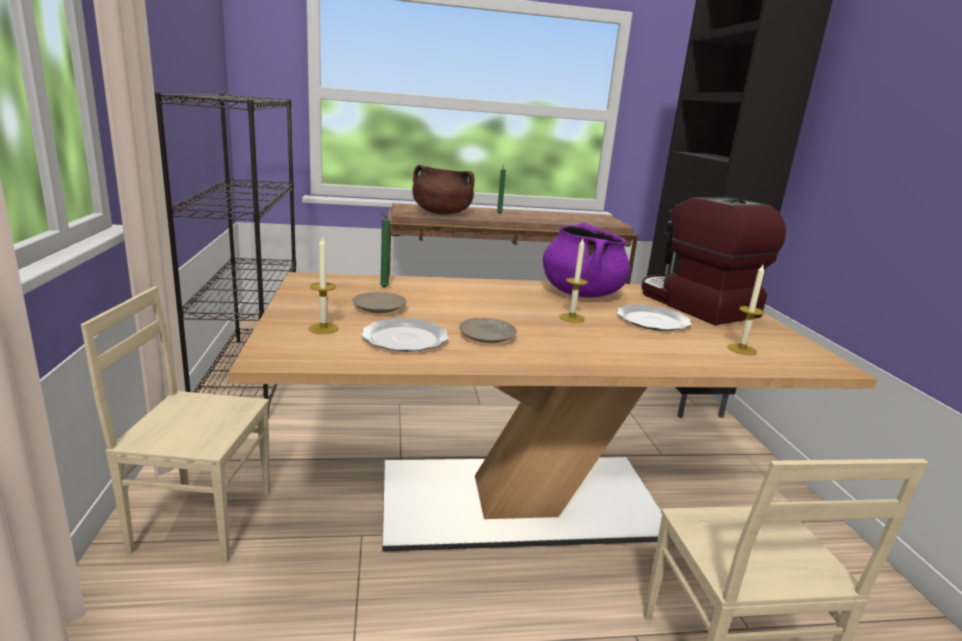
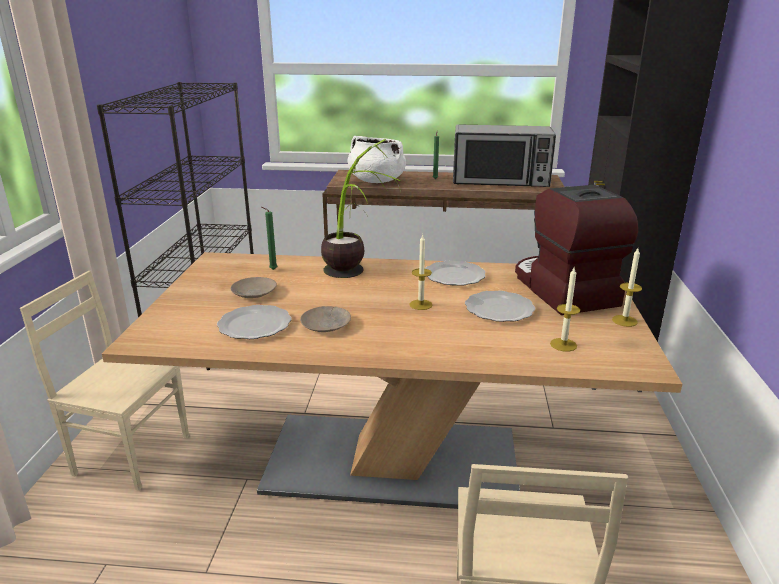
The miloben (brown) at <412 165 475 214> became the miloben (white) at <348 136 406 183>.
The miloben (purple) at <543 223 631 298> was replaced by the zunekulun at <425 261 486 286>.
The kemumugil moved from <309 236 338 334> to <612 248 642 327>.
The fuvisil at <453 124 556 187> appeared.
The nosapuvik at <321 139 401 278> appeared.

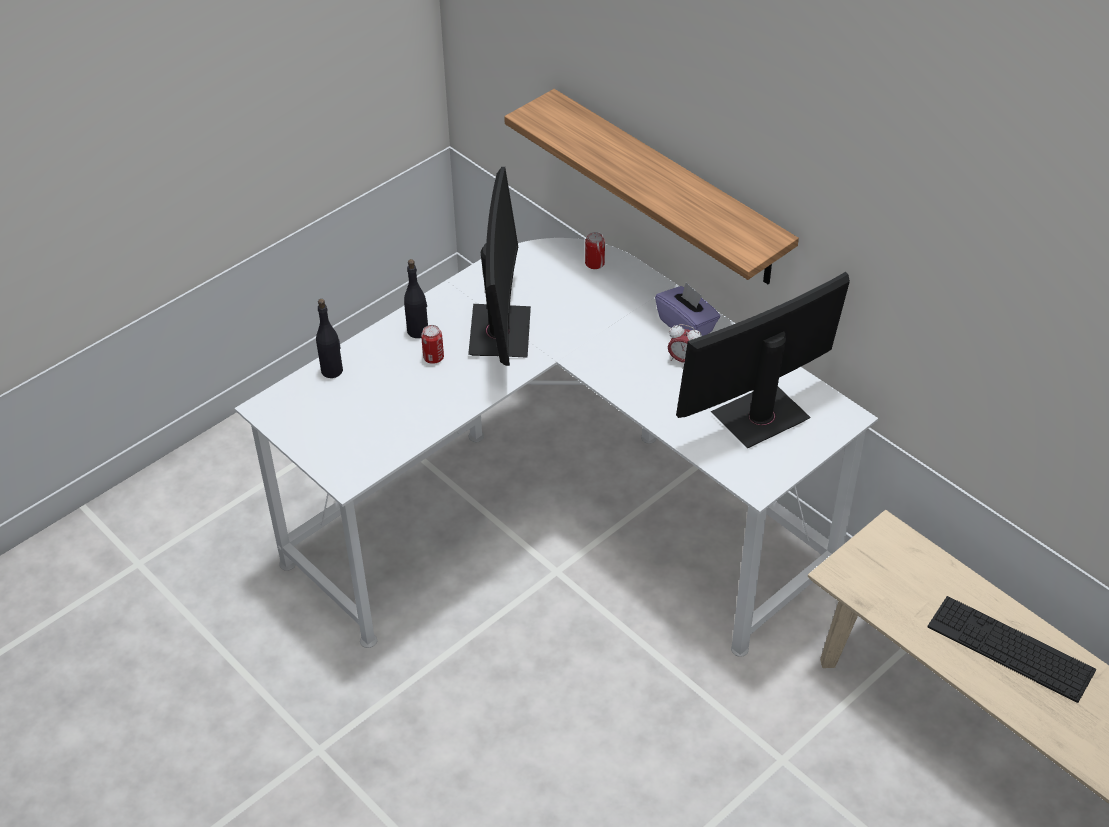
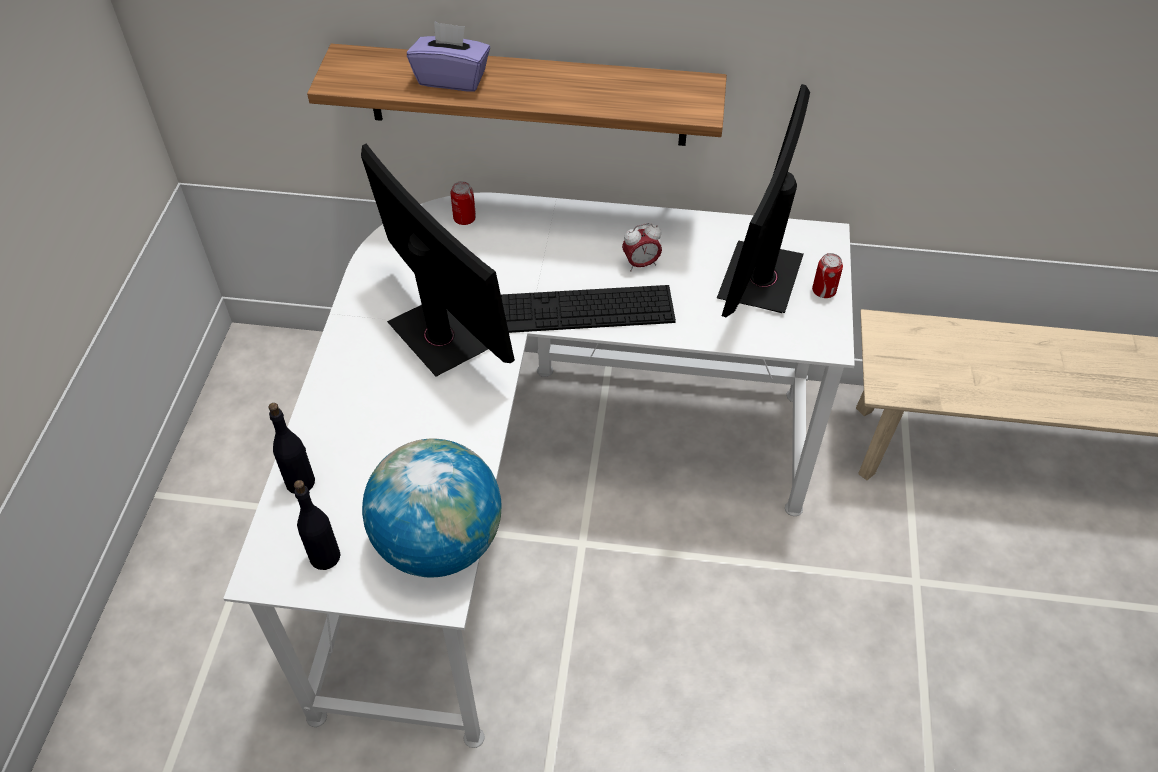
The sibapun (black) moved from <404 259 428 338> to <294 480 341 570>.
The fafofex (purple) moved from <655 282 720 336> to <407 21 490 92>.
The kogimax moved from <421 325 444 364> to <812 253 843 298>.
The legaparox moved from <928 596 1096 703> to <501 285 676 333>.
The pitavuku at <362 439 501 577> appeared.

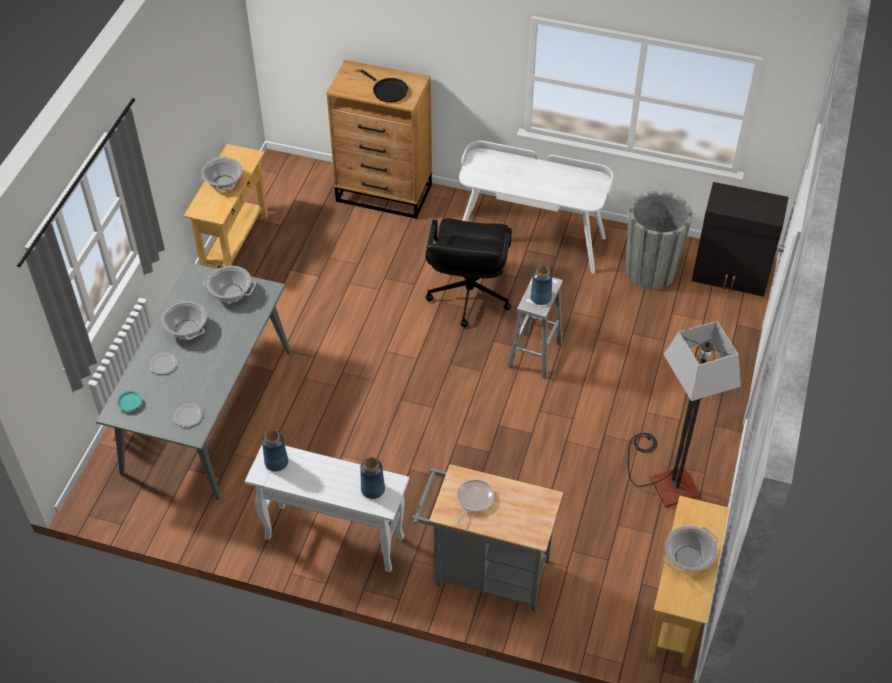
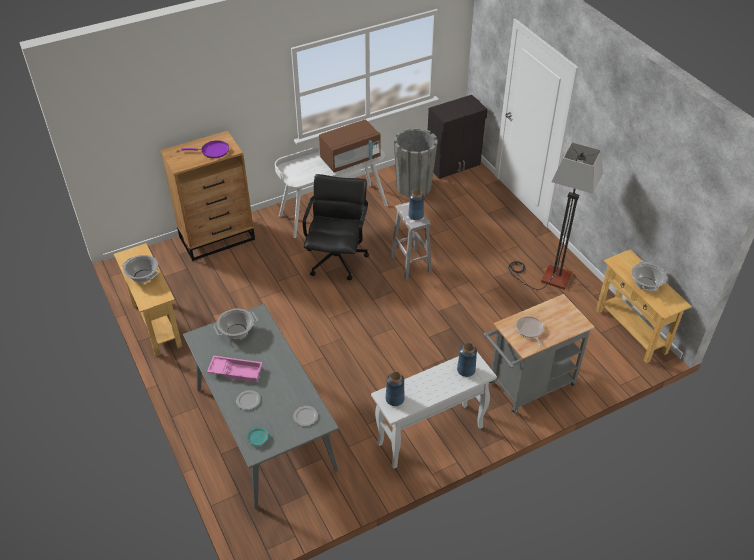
The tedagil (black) at <360 70 408 102> became the tedagil (purple) at <181 140 229 158>.
The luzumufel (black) at <426 218 512 327> turned 135 degrees counterclockwise.
The miloben at <161 300 207 340> was replaced by the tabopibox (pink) at <207 356 262 382>.
The fuvisil (brown) at <319 119 381 172> appeared.

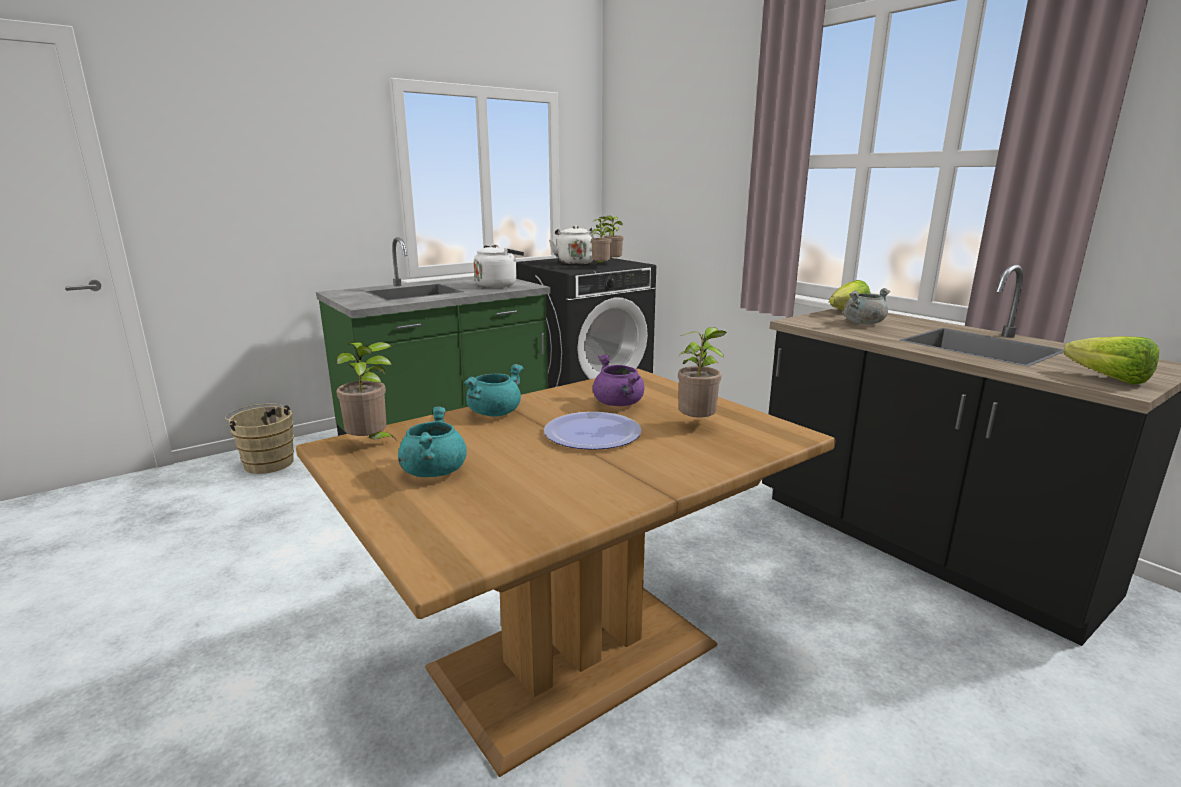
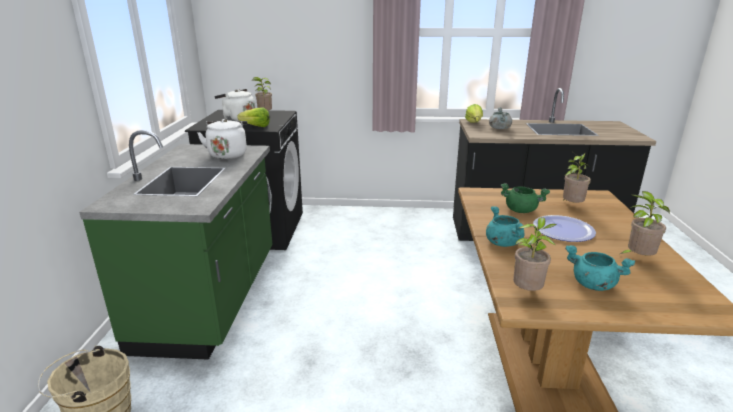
The nosapuvik moved from <591 217 612 264> to <620 191 670 256>.
The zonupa moved from <1064 336 1159 385> to <237 107 270 127>.
The miloben (purple) at <593 354 644 406> became the miloben (green) at <501 183 550 213>.

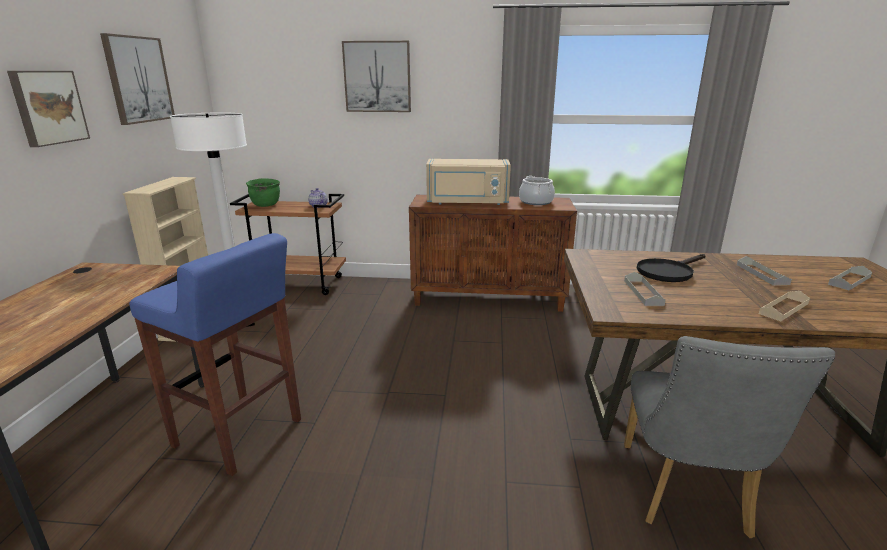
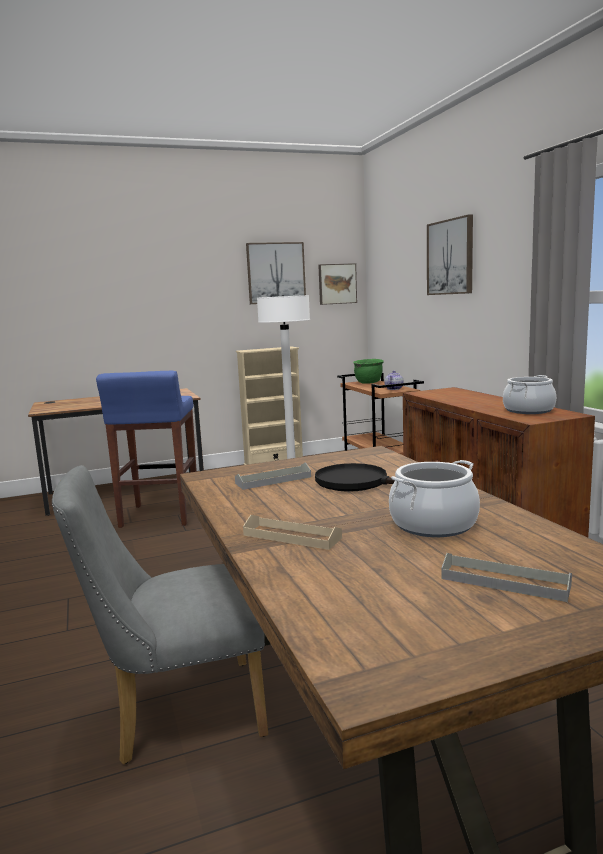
The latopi moved from <7 71 90 147> to <318 263 357 305>.
The fuvisil (beige) at <426 159 511 205> disappeared.
The tabopibox (grey) at <737 256 792 286> was replaced by the miloben at <389 460 480 537>.

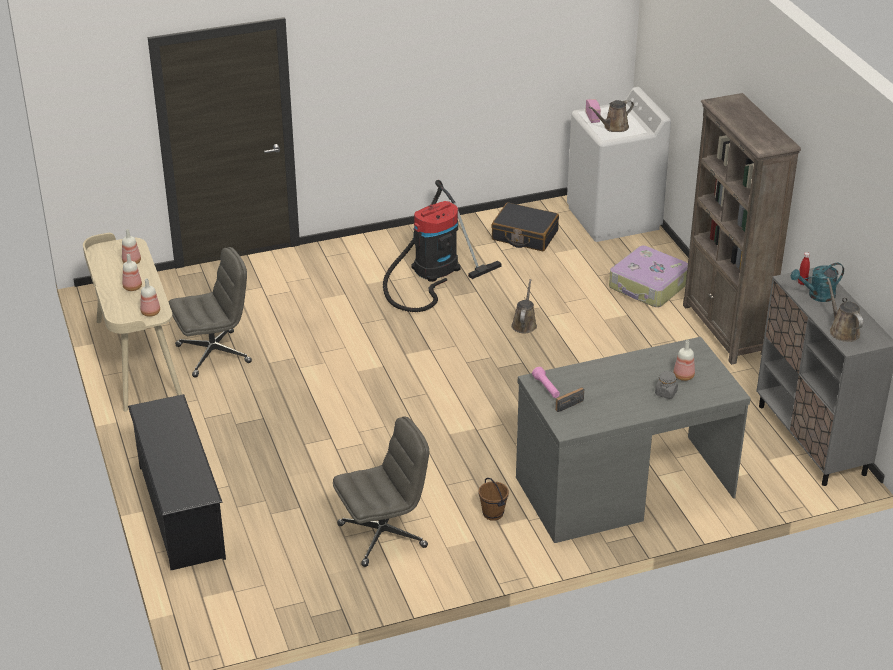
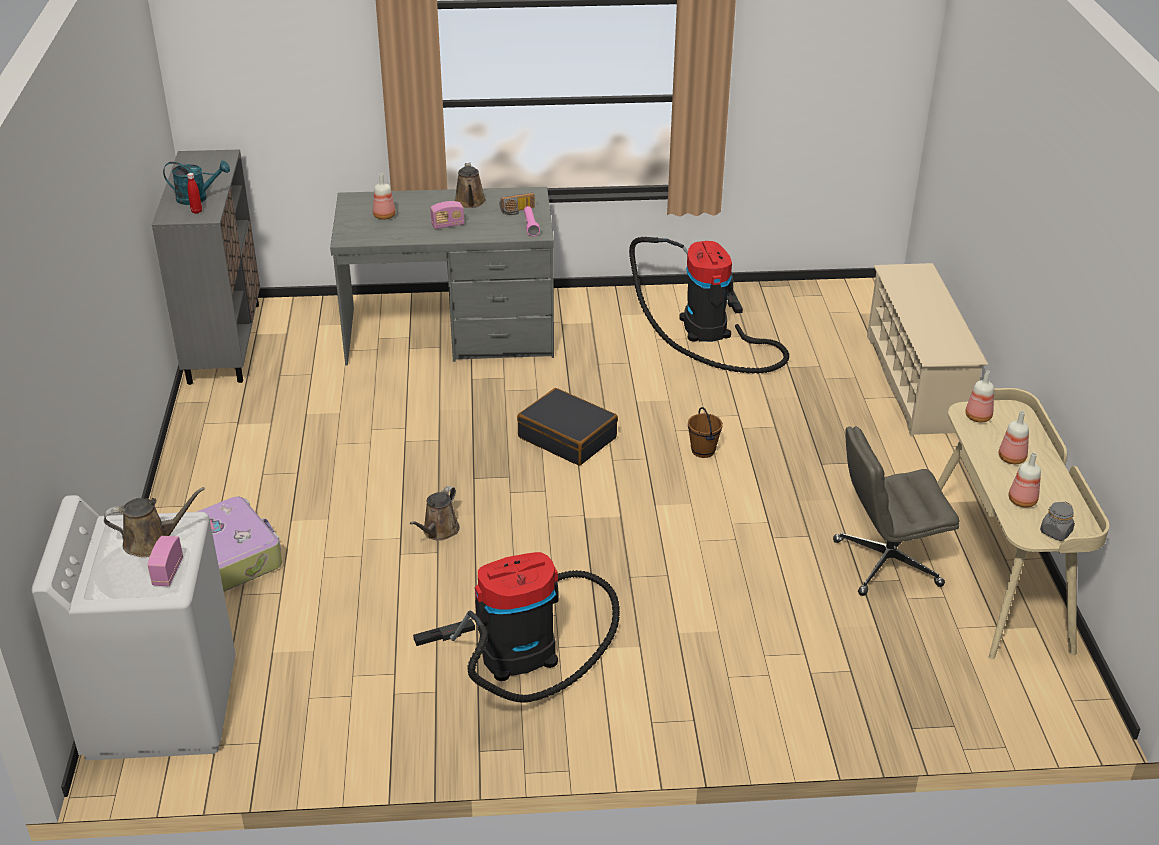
The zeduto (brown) at <683 93 801 365> disappeared.
The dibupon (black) moved from <491 202 559 251> to <517 388 618 466>.
The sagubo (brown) moved from <827 278 863 342> to <454 163 486 208>.
The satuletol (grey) moved from <655 371 678 399> to <1040 501 1075 541>.
The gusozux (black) at <128 394 226 570> became the gusozux (beige) at <867 263 988 437>.
The luzumufel (grey) at <333 416 429 567> was replaced by the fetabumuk at <629 237 789 374>.
The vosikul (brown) moved from <478 478 509 521> to <688 407 723 458>.
The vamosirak at <430 201 464 229> appeared.

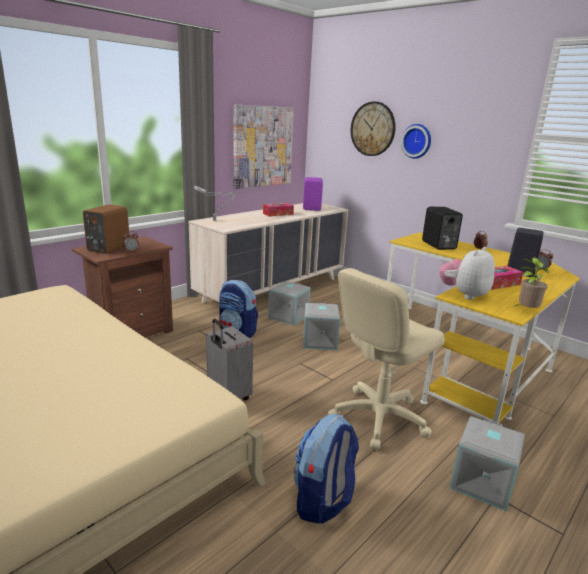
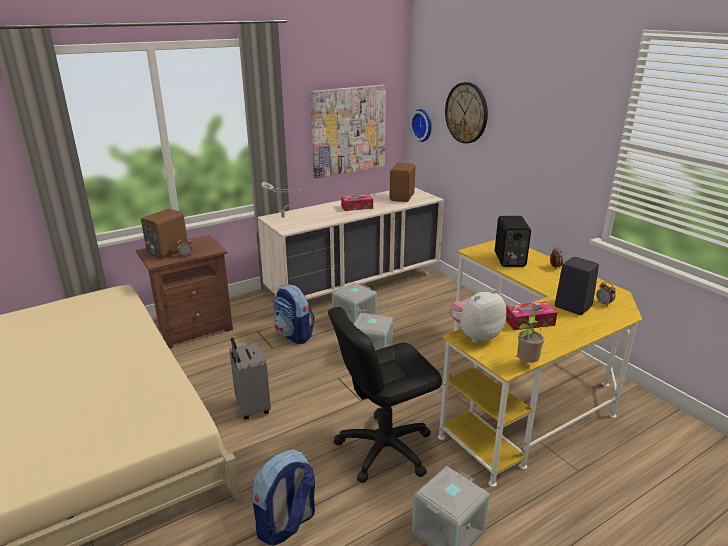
The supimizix moved from <401 124 431 159> to <410 109 432 142>.
The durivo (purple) at <303 177 323 211> became the durivo (brown) at <389 163 415 202>.
The luzumufel (beige) at <328 268 445 450> became the luzumufel (black) at <328 307 442 483>.

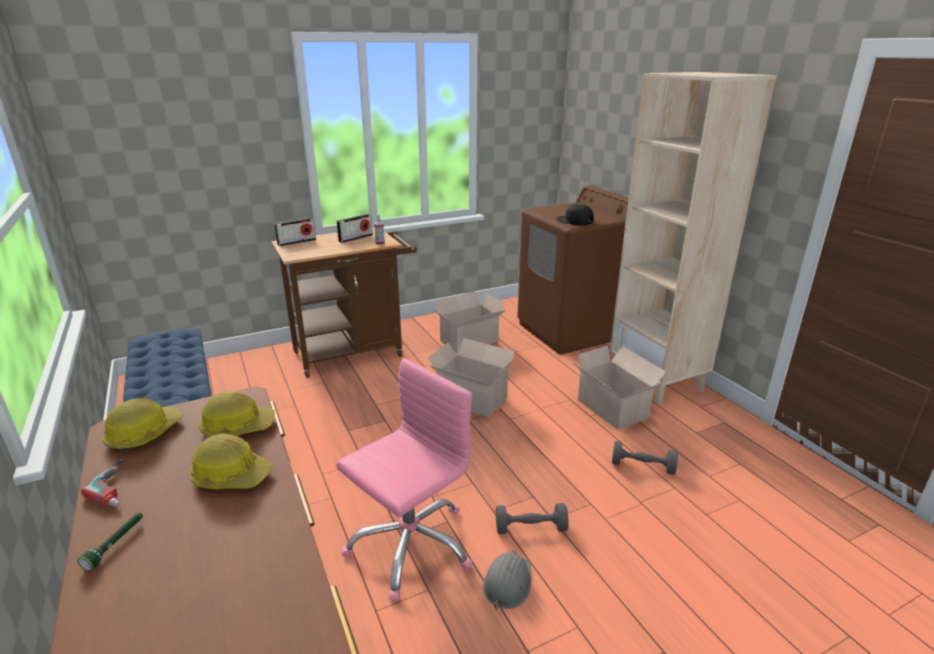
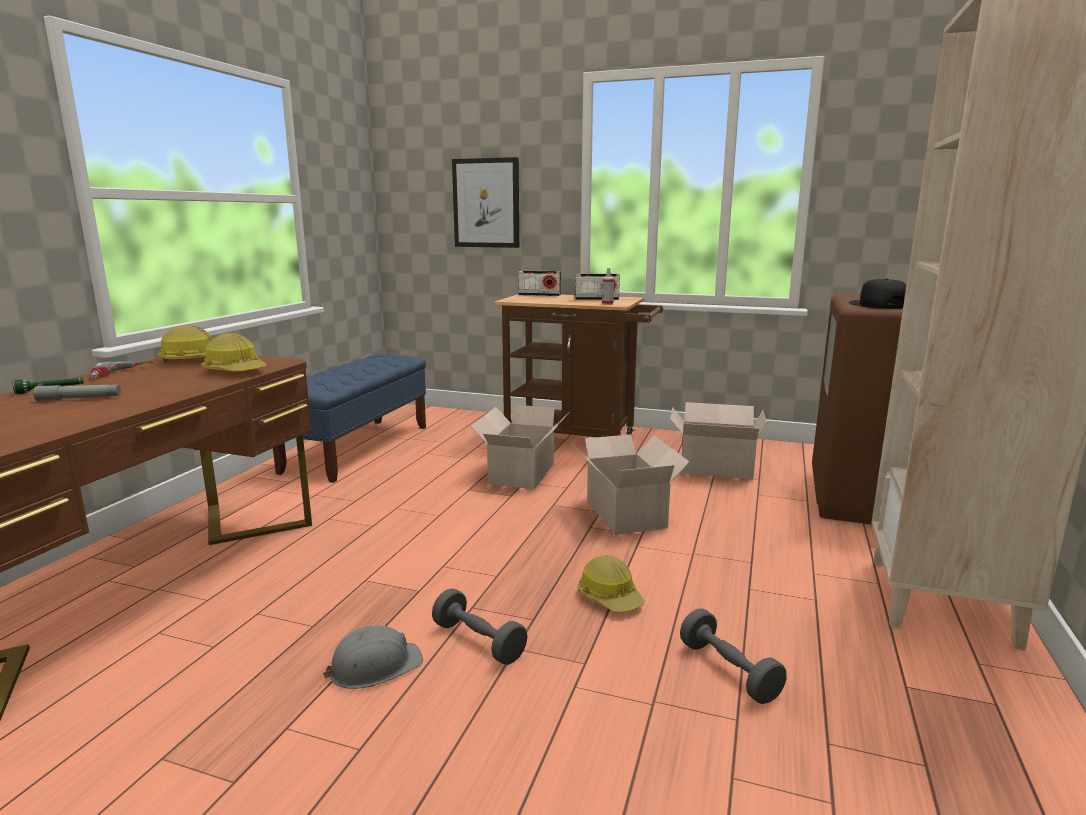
The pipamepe moved from <573 346 666 430> to <471 405 569 489>.
The luzumufel (pink) at <336 358 472 601> disappeared.
The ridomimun moved from <190 433 273 489> to <578 555 645 613>.
The latopi at <452 157 519 248> appeared.
The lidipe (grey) at <33 385 121 401> appeared.

